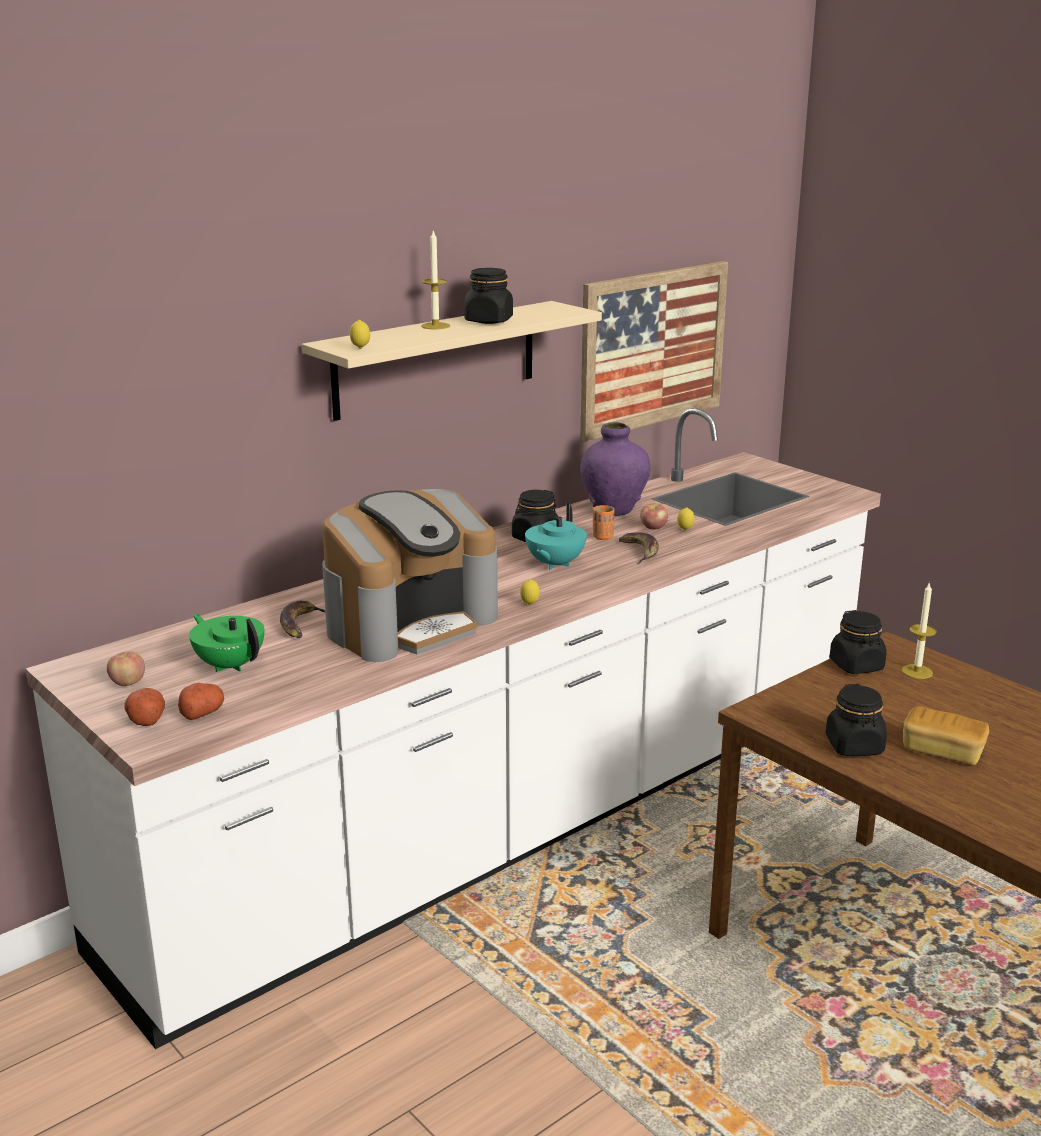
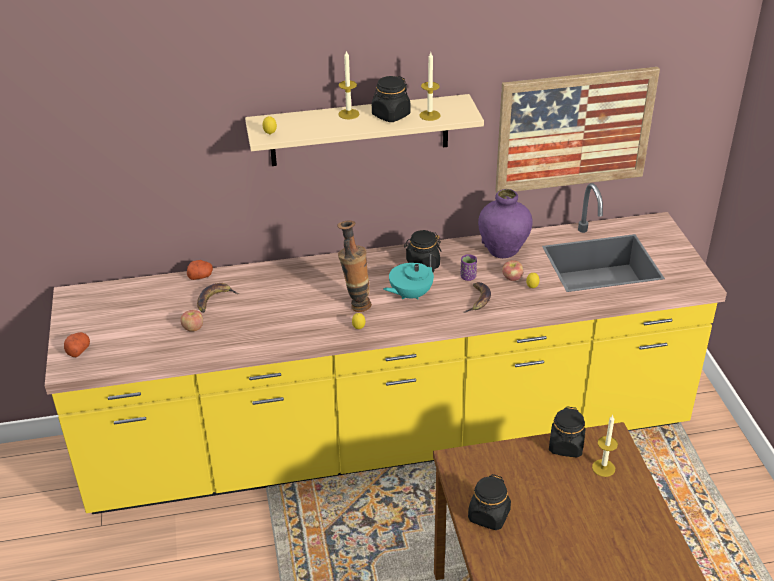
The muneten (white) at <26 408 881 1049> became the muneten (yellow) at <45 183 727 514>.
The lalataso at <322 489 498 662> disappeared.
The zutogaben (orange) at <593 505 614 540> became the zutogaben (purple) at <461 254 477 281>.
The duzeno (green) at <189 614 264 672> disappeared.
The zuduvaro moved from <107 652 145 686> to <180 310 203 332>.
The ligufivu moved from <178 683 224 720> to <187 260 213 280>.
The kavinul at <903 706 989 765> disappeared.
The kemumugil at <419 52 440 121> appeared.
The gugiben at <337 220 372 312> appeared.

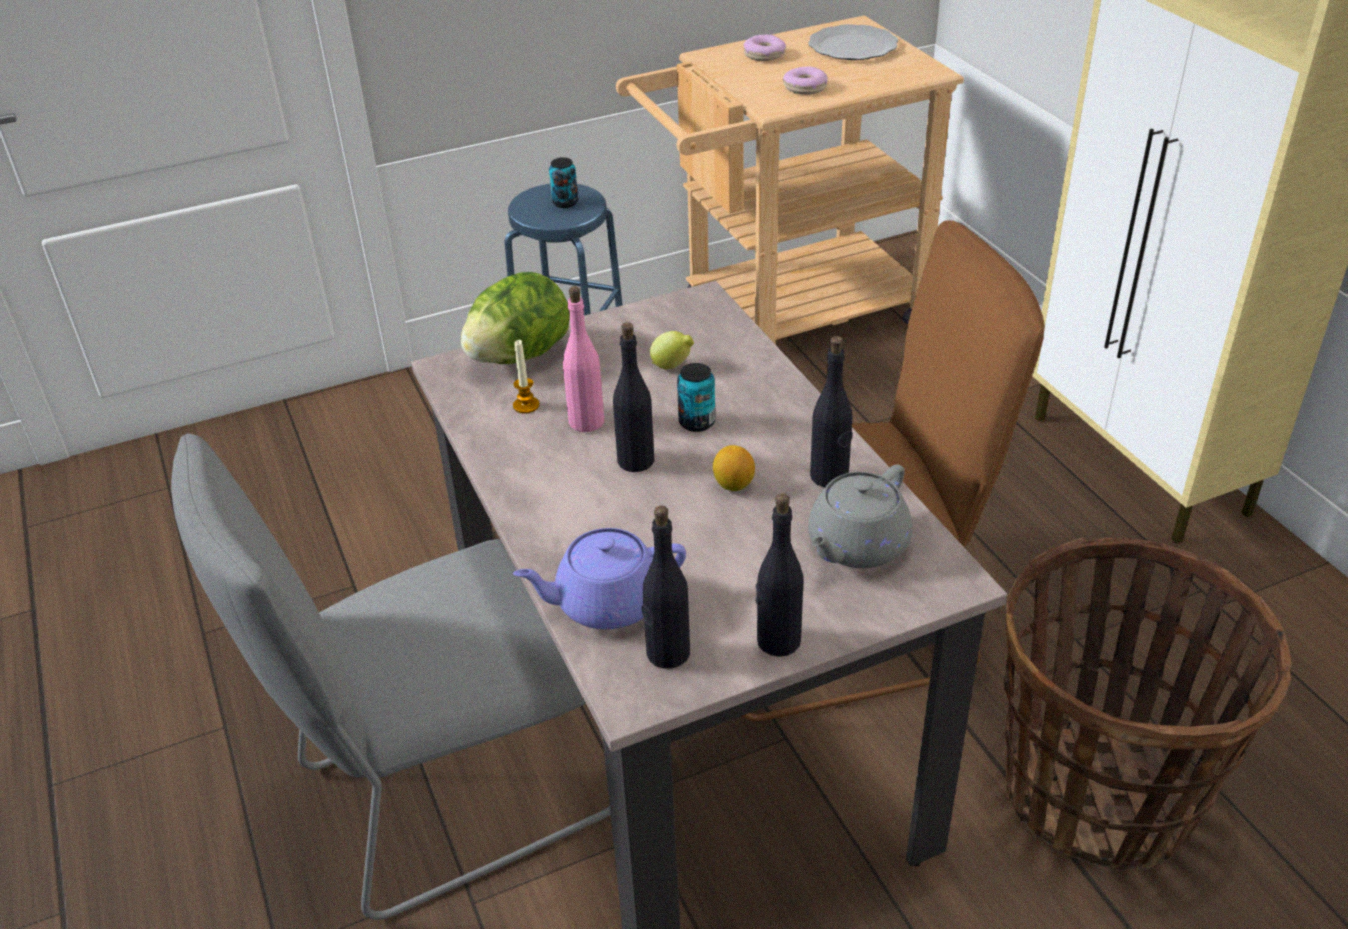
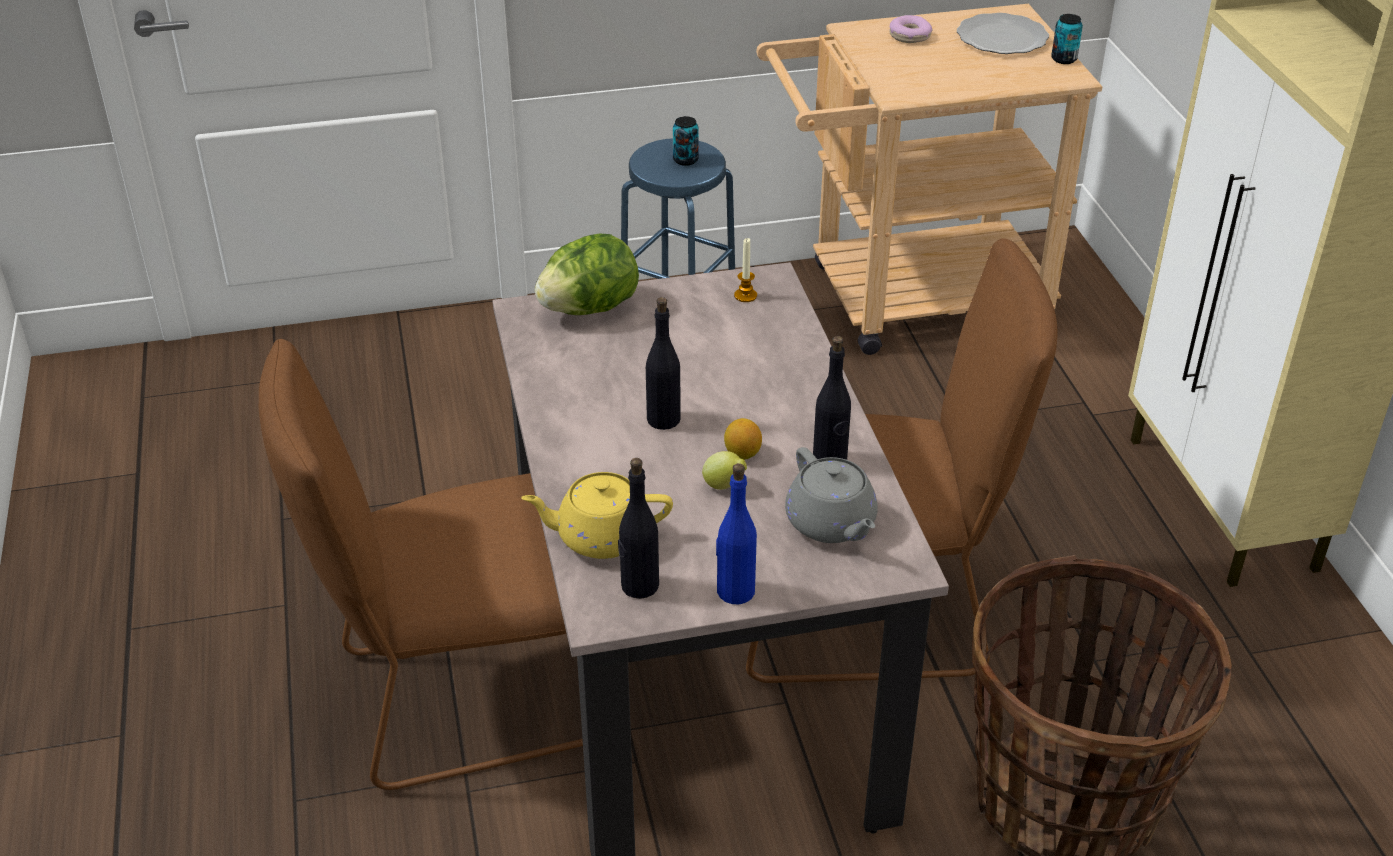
The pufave at <783 67 828 95> disappeared.
The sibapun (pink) at <563 286 604 432> disappeared.
The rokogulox moved from <650 331 694 370> to <702 451 747 490>.
The kemumugil moved from <513 340 540 414> to <734 238 757 302>.
The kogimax moved from <677 363 715 432> to <1051 14 1083 64>.
The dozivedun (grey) at <171 433 611 920> became the dozivedun (brown) at <259 339 583 790>.
The duzeno (grey) at <808 464 913 568> turned 75 degrees counterclockwise.
The sibapun (black) at <756 493 804 657> became the sibapun (blue) at <716 463 757 604>.
The duzeno (purple) at <513 528 686 629> became the duzeno (yellow) at <521 472 673 559>.

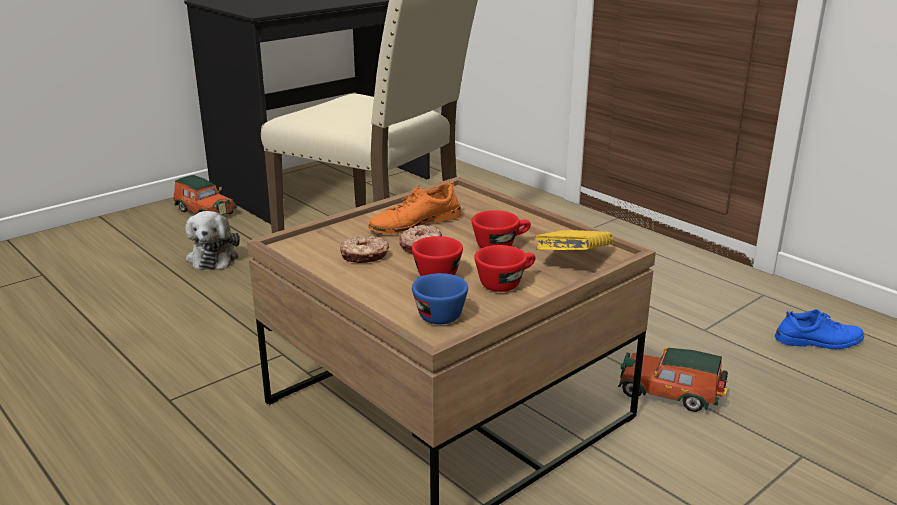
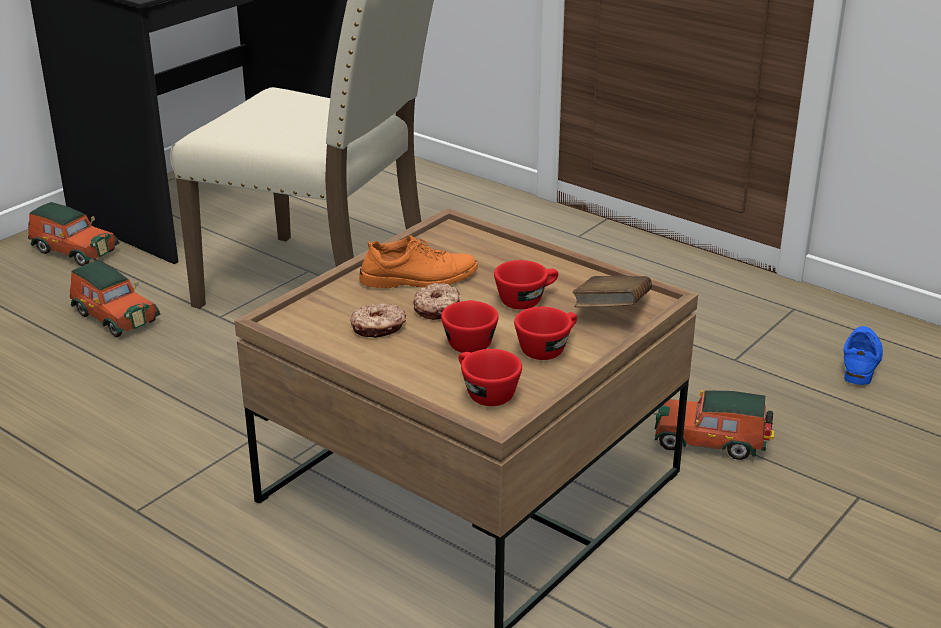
The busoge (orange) at <368 181 461 234> turned 150 degrees counterclockwise.
The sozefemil at <185 211 240 270> was replaced by the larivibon at <70 260 161 337>.
The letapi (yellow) at <535 230 613 250> became the letapi (brown) at <573 276 652 307>.
The zutogaben (blue) at <412 273 468 324> became the zutogaben (red) at <458 349 522 406>.
The busoge (blue) at <775 309 864 350> turned 60 degrees counterclockwise.

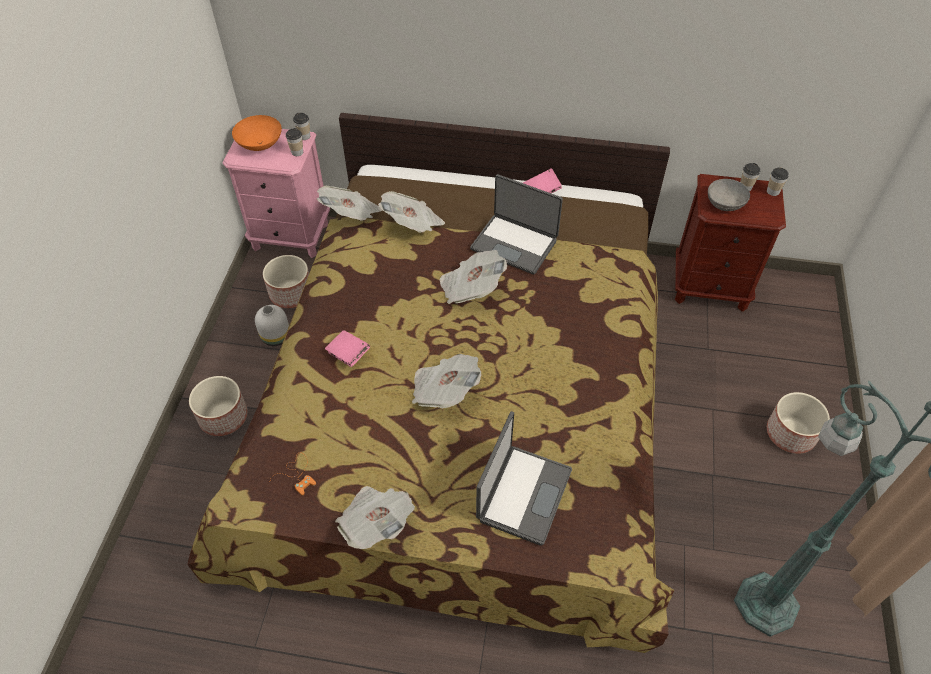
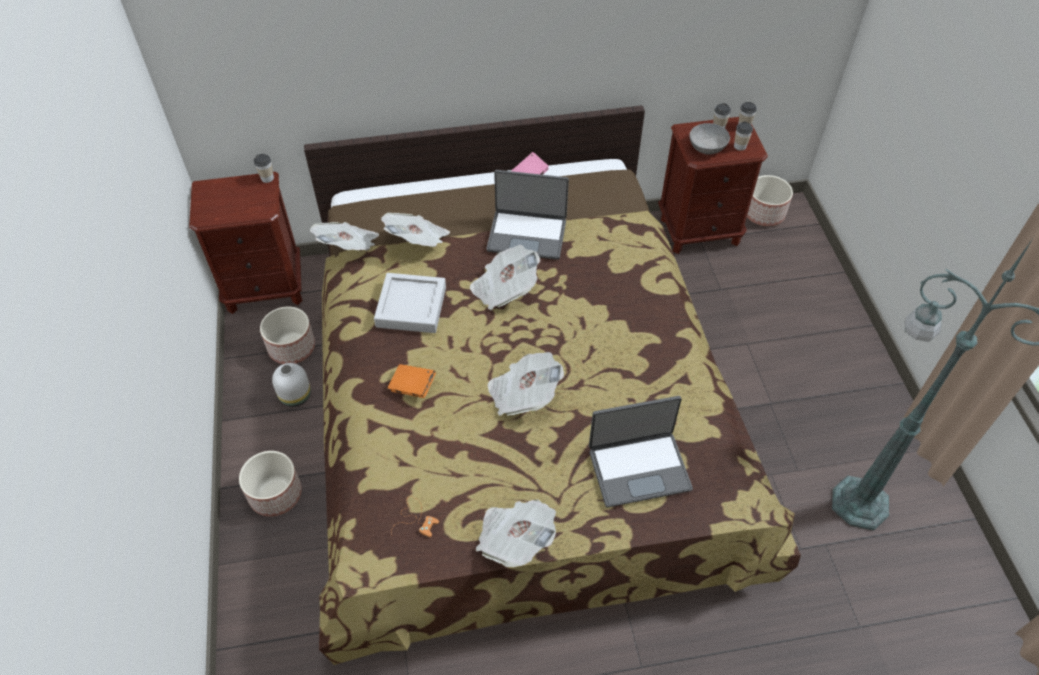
The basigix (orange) at <232 115 282 151> disappeared.
The zutogaben moved from <286 128 303 156> to <734 122 753 151>.
The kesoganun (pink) at <222 129 330 258> became the kesoganun (brown) at <189 172 302 314>.
The letapi (pink) at <325 330 370 367> became the letapi (orange) at <388 364 436 398>.
The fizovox moved from <767 392 830 454> to <747 175 793 226>.
The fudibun at <476 411 572 546> turned 75 degrees clockwise.
The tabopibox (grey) at <374 273 446 333> appeared.

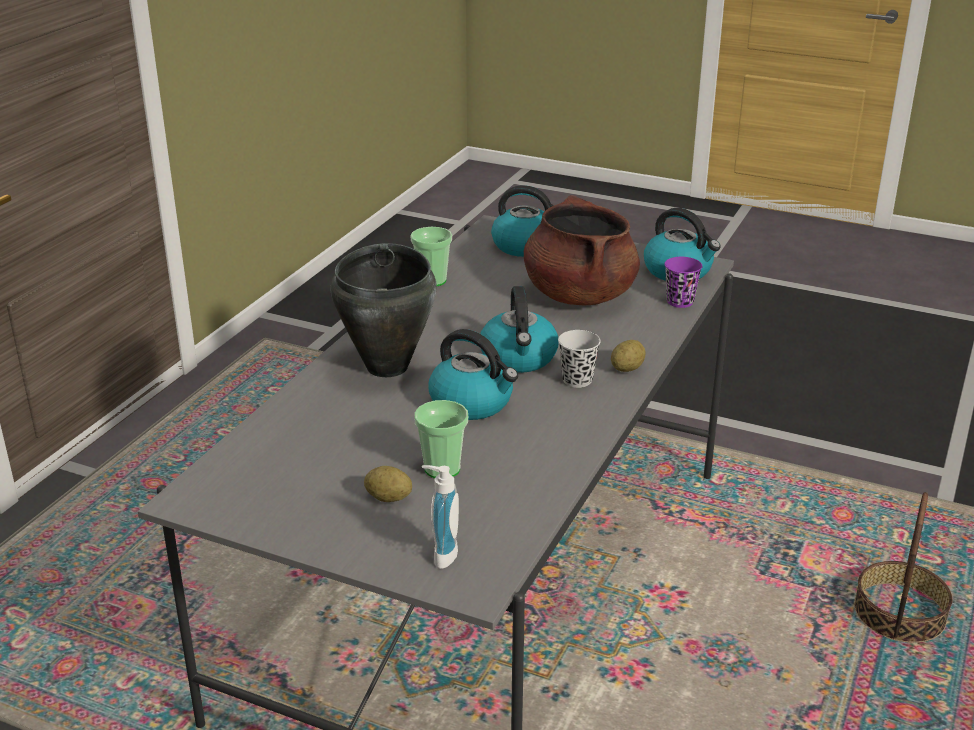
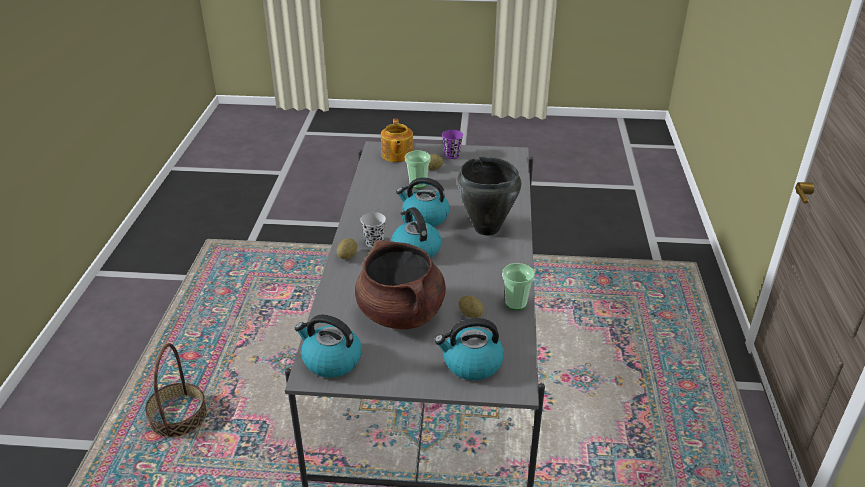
The zutogaben (purple) moved from <665 257 703 308> to <442 130 463 159>.
The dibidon at <422 465 459 569> was replaced by the duzeno at <381 119 413 162>.
The ligufivu at <459 296 484 318> appeared.

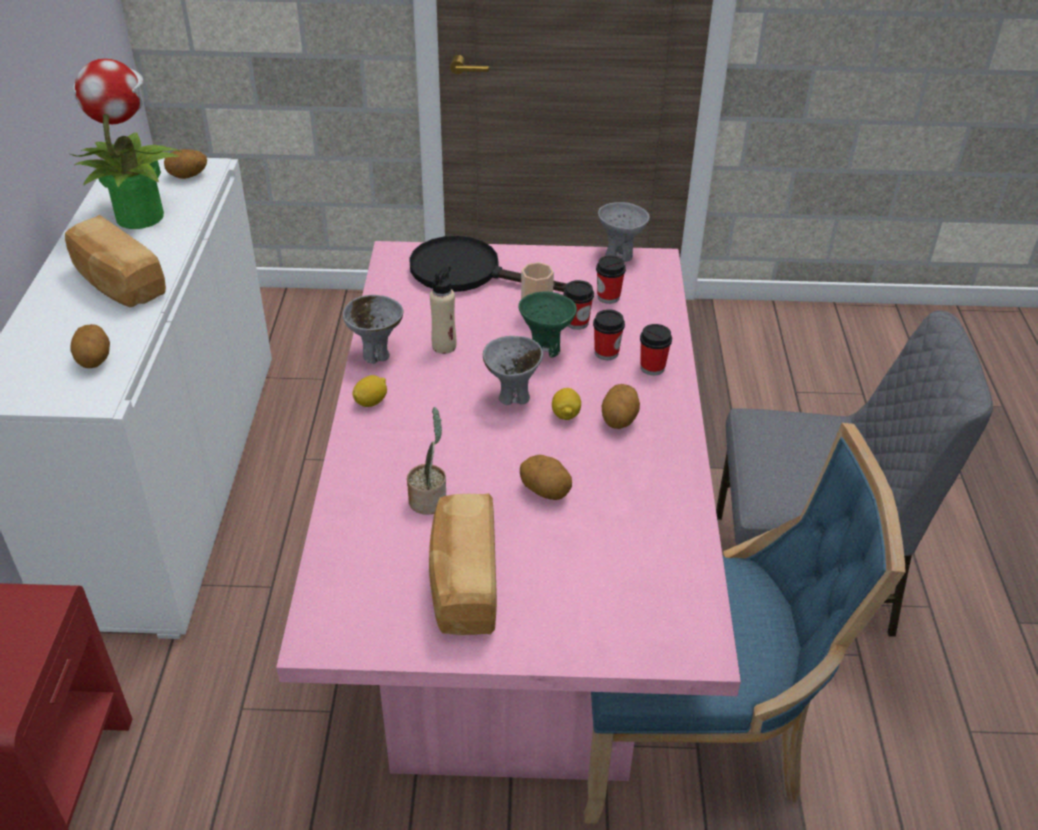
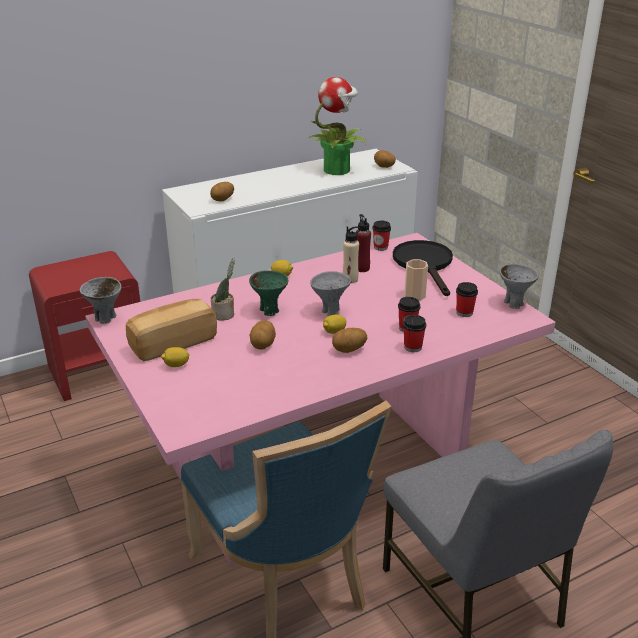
The kavinul at <65 215 166 307> disappeared.
The zutogaben moved from <563 280 594 330> to <372 221 391 251>.
The basigix (green) moved from <519 291 577 357> to <249 270 288 316>.
The basigix (grey) moved from <343 295 403 364> to <80 277 122 324>.
The sibapun (red) at <356 214 371 272> appeared.
The rokogulox at <161 347 190 367> appeared.

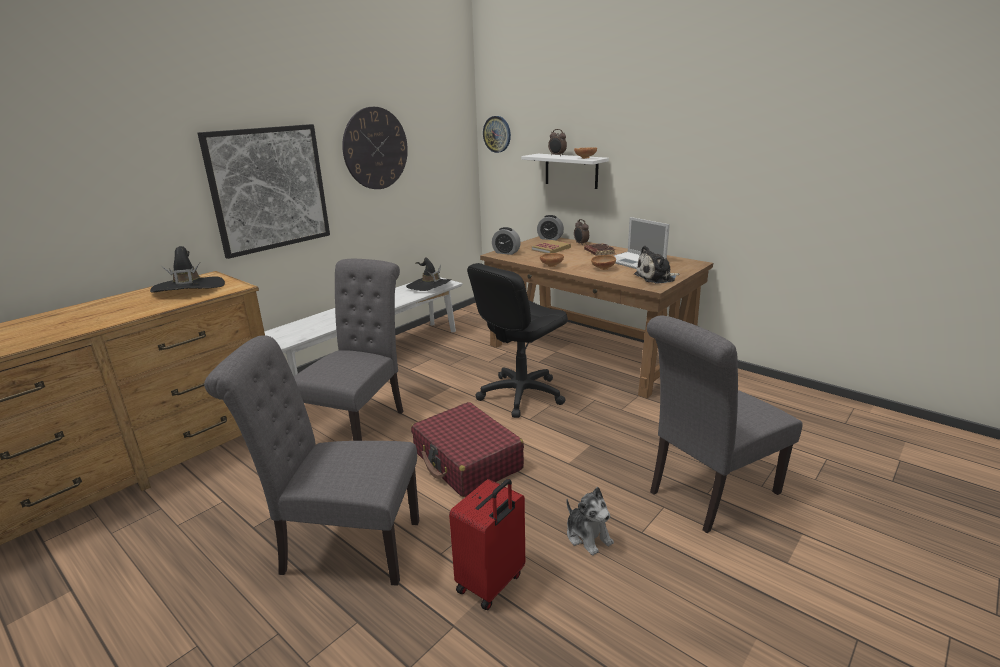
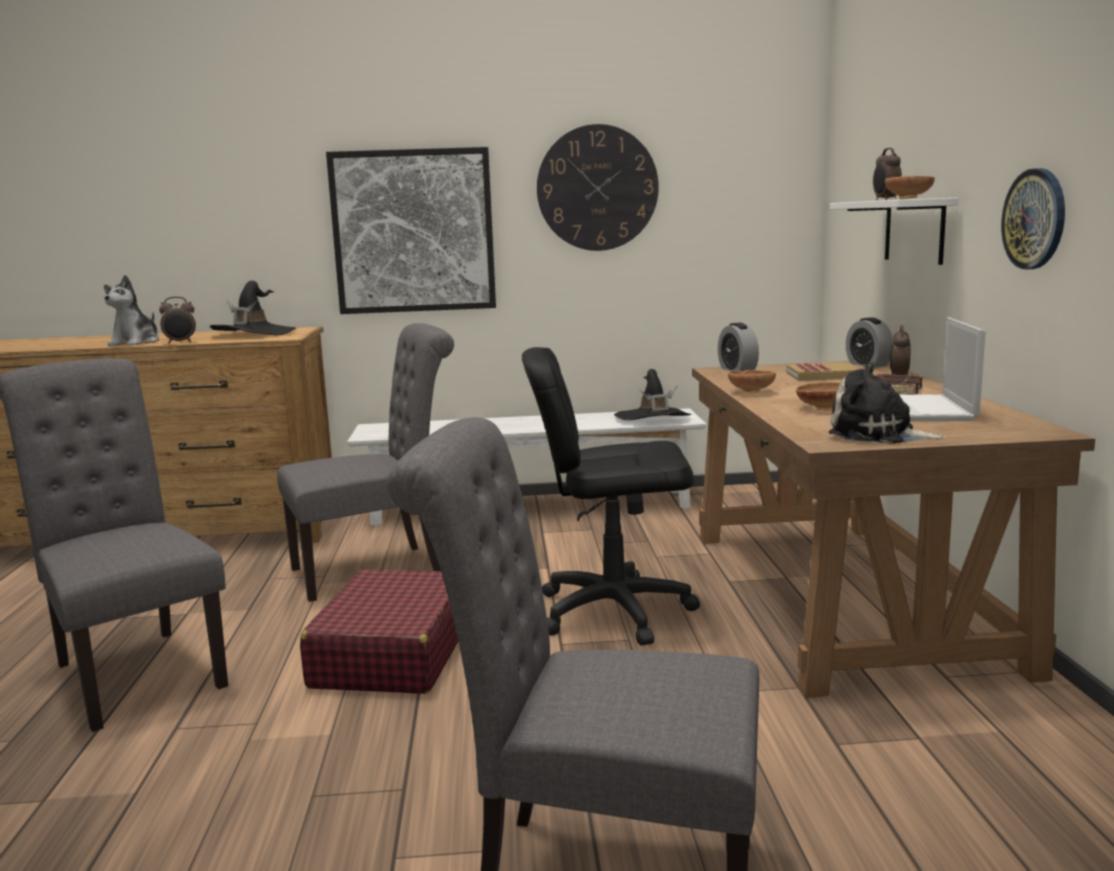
The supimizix moved from <483 116 511 153> to <1001 168 1065 269>.
The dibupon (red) at <449 479 525 610> disappeared.
The sozefemil moved from <566 487 614 556> to <104 275 159 346>.
The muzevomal at <159 297 196 344> appeared.

